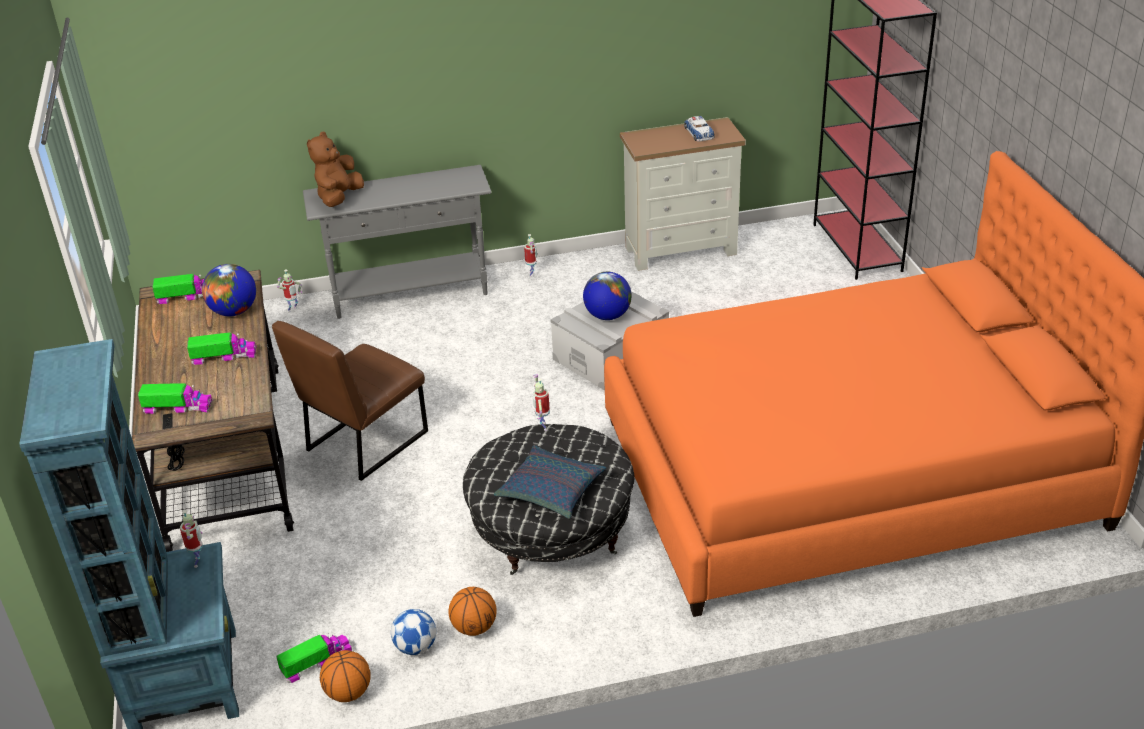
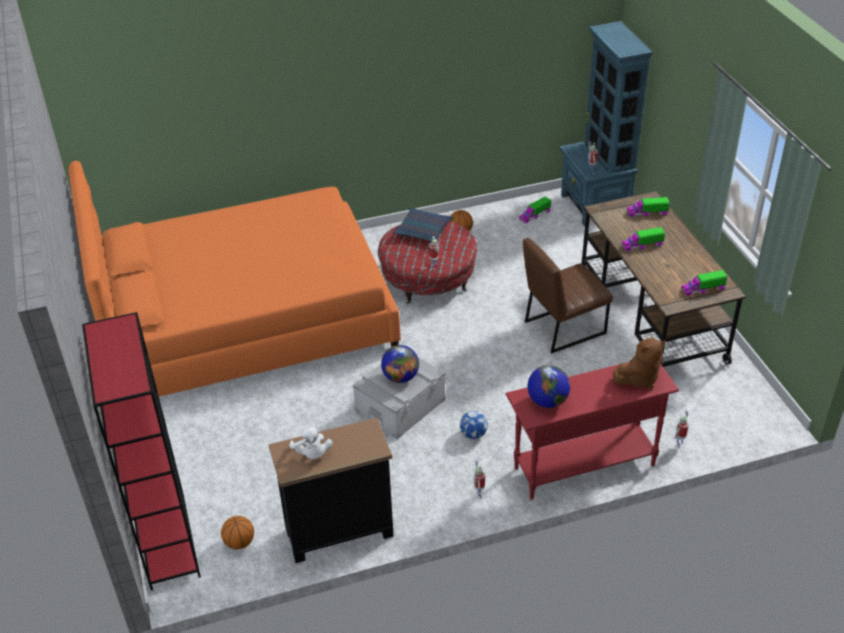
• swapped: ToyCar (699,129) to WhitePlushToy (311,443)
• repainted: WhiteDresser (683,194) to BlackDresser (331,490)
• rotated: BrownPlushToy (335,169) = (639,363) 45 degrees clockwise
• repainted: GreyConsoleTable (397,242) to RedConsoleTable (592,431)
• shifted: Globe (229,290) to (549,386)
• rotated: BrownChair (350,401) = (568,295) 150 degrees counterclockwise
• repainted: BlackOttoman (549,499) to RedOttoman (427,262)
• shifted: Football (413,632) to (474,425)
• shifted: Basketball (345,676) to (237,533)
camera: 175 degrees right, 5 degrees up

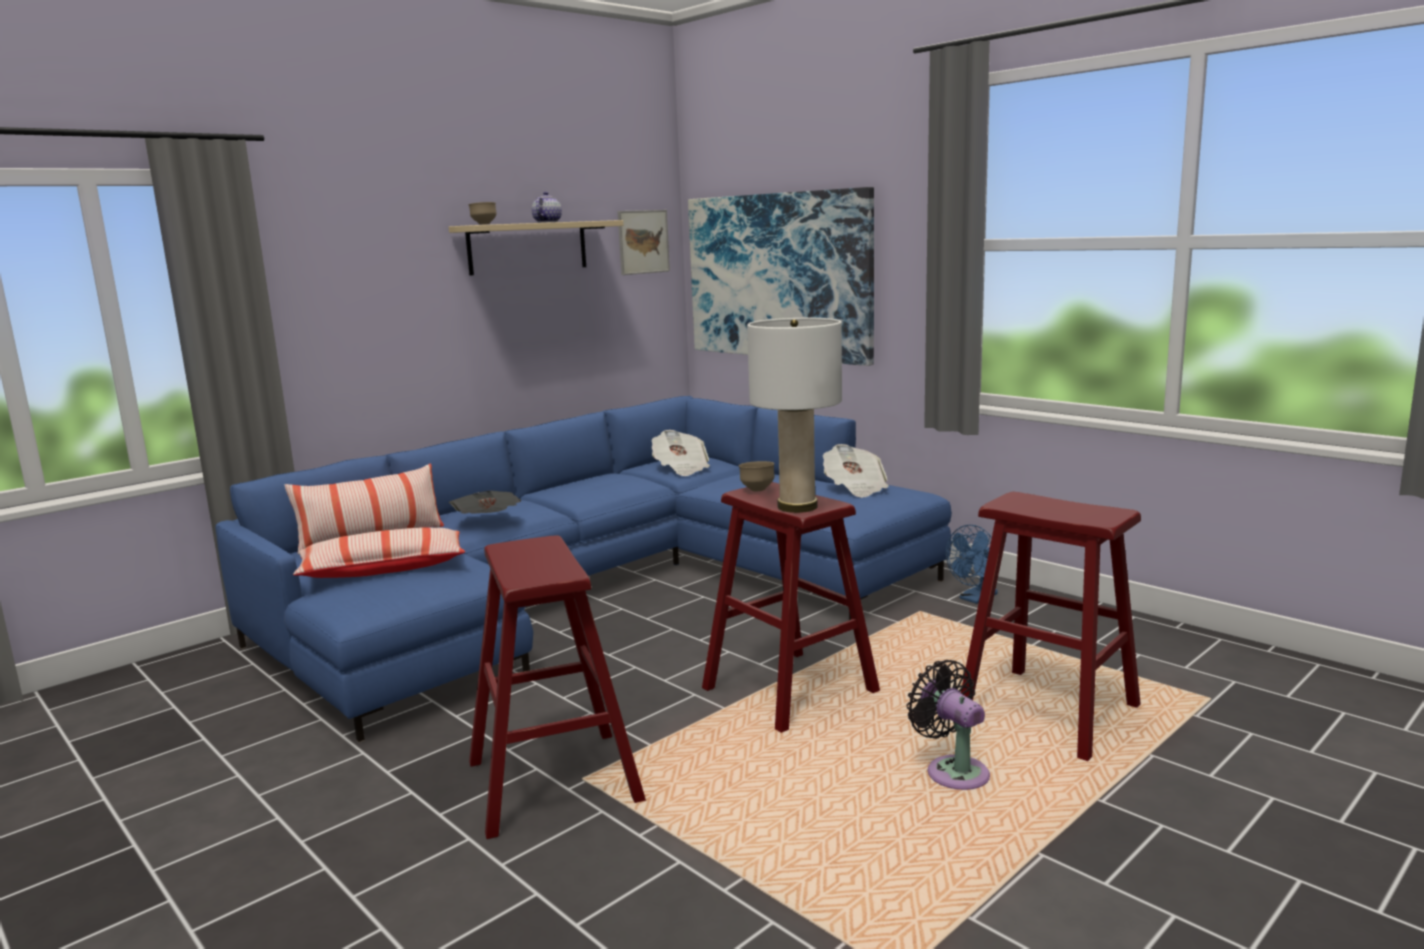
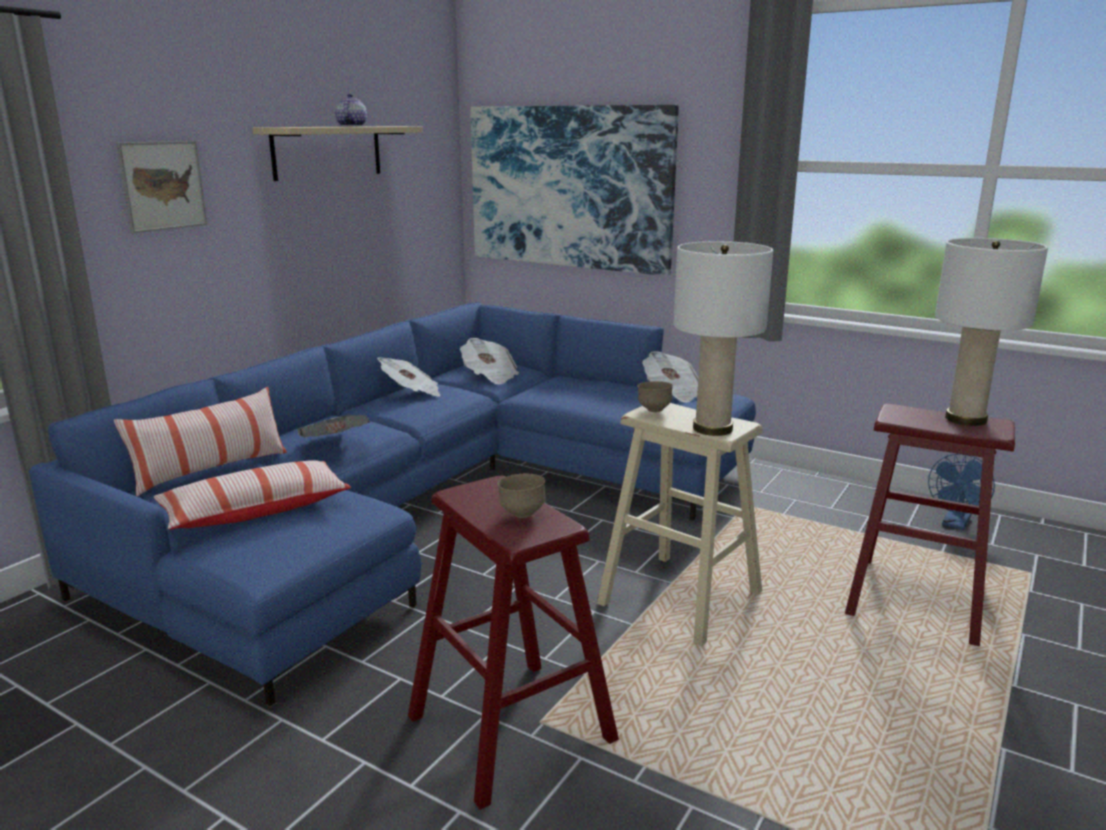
• shifted: BrownBowl (483,213) to (521,496)
• shifted: Picture (644,242) to (161,187)
• repainted: RedStool (791,607) to BeigeStool (680,524)
• shifted: BlueFan (972,564) to (961,492)
• gone: BlackFan (948,725)
• new: WhiteTableLamp (991,332)
• new: Newspaper (408,377)
camera: 15 degrees left, 5 degrees up

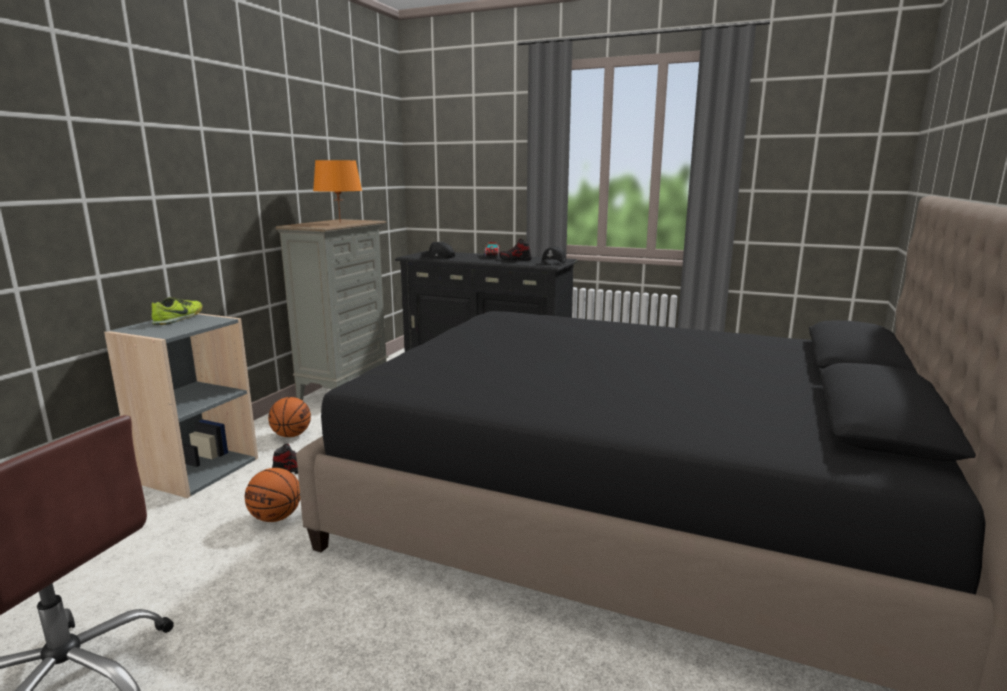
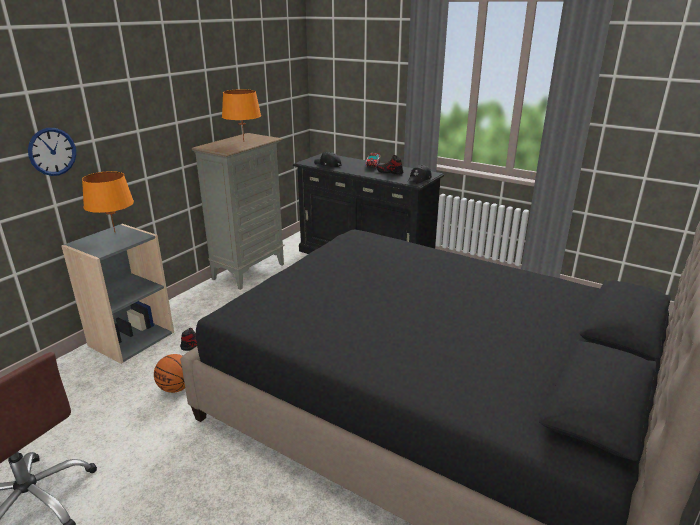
• swapped: Shoe (177,311) to OrangeTableLamp (108,201)
• gone: Basketball (289,417)
• new: WallClock (52,152)
camera: 10 degrees right, 10 degrees up

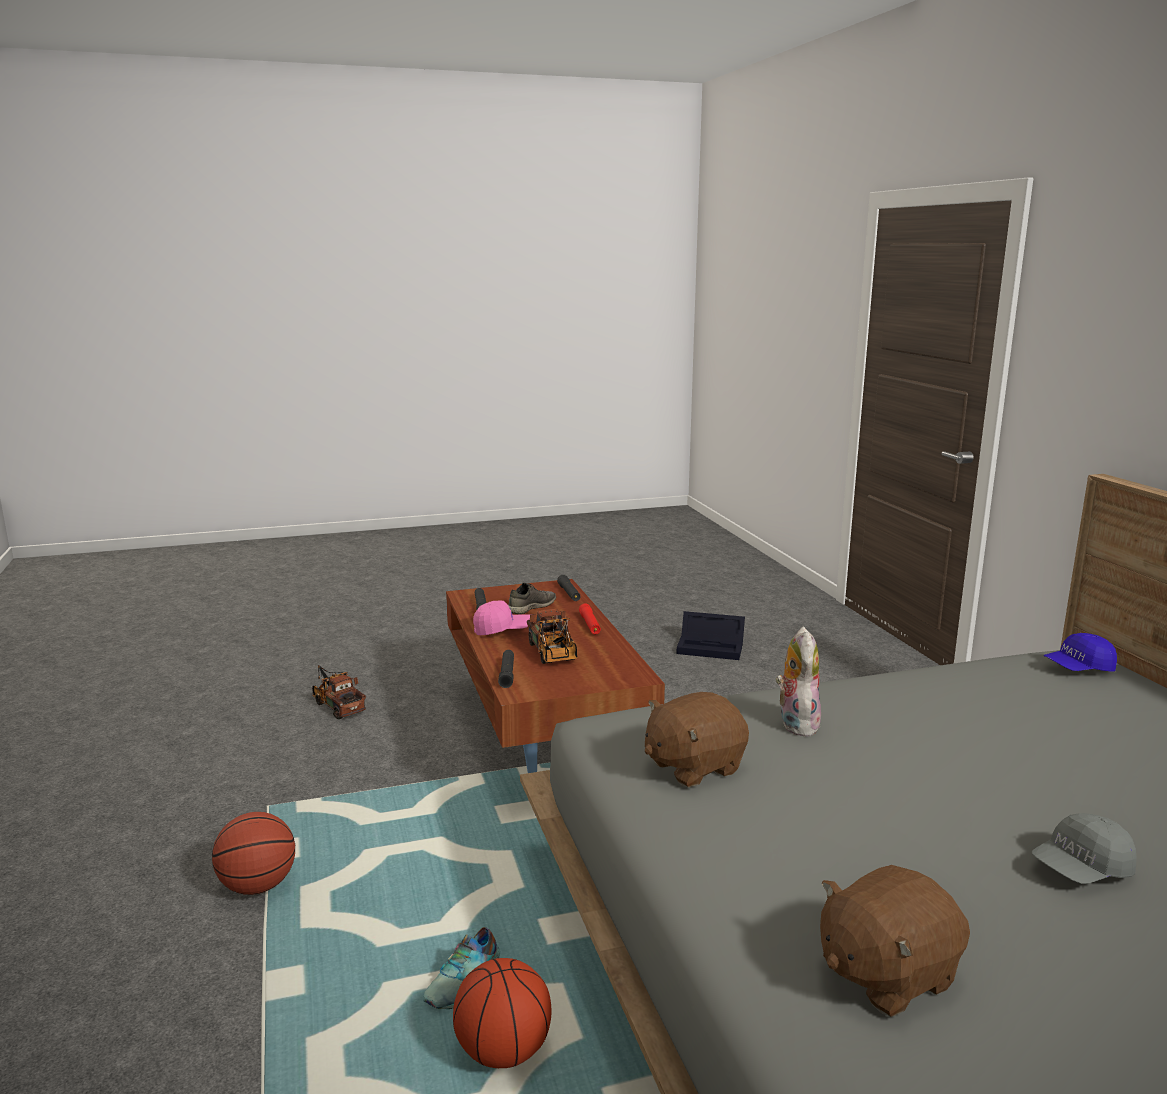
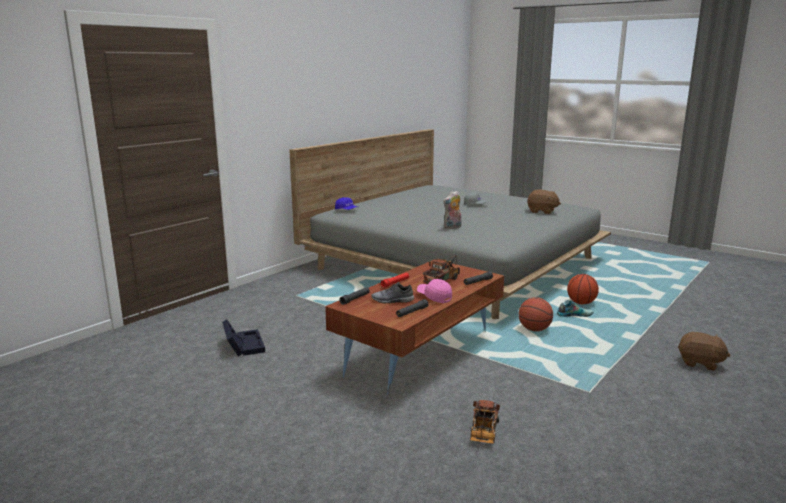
• shifted: BrownPlushToy (697,739) to (704,351)
• shifted: Basketball (253,853) to (536,314)
camera: 125 degrees left, 0 degrees up

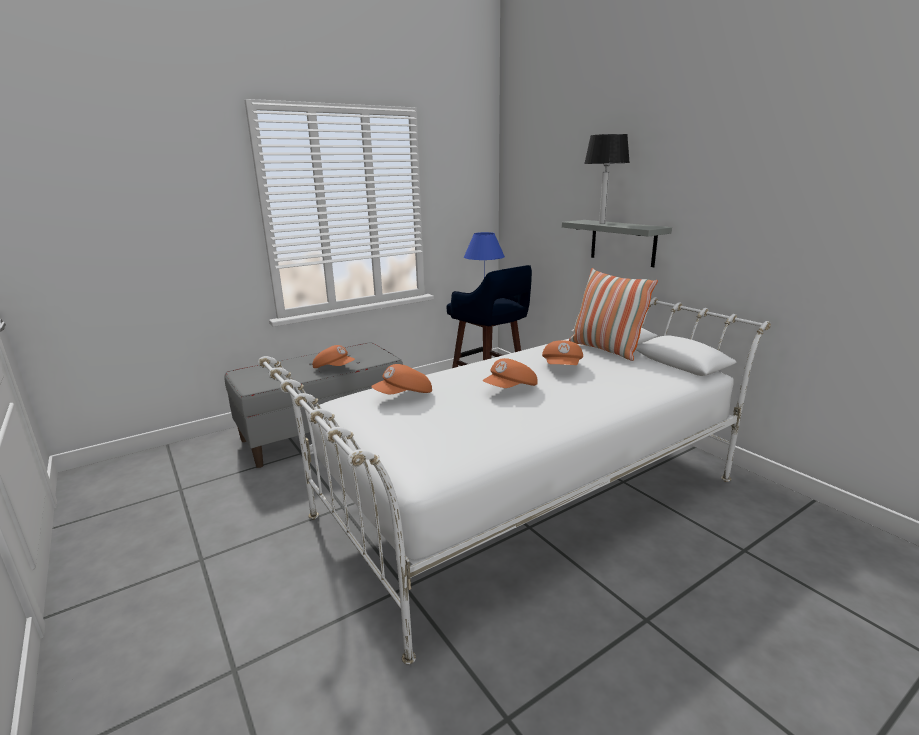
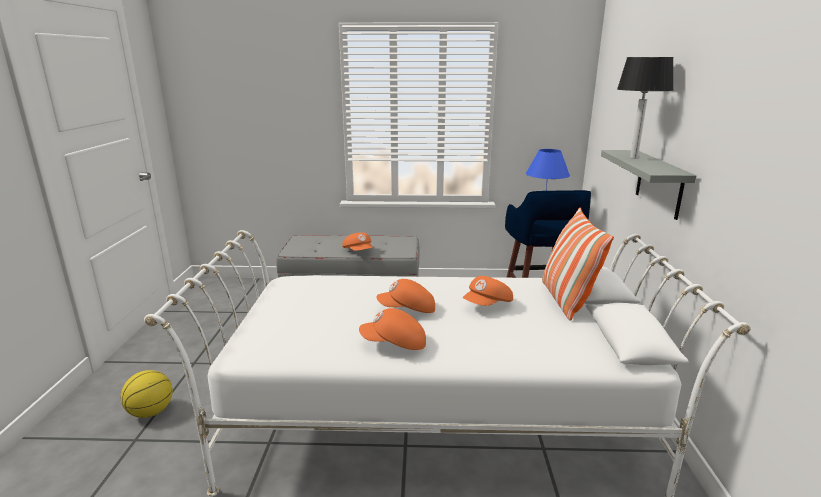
• shifted: OrangeCap (401,379) to (392,329)
• new: Basketball (146,394)
camera: 35 degrees right, 0 degrees up

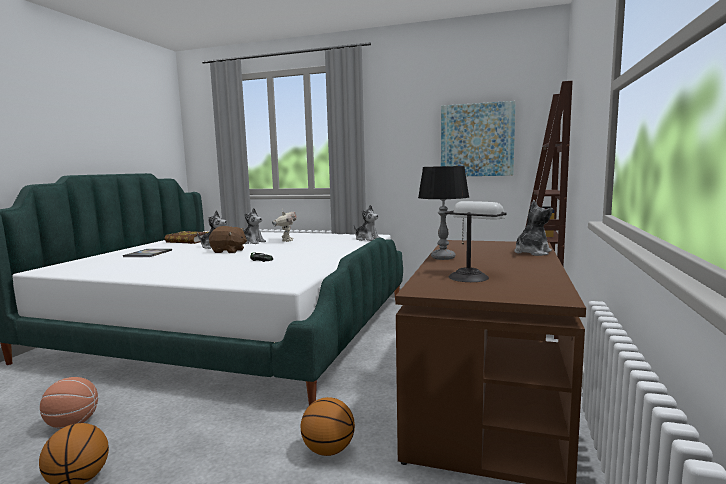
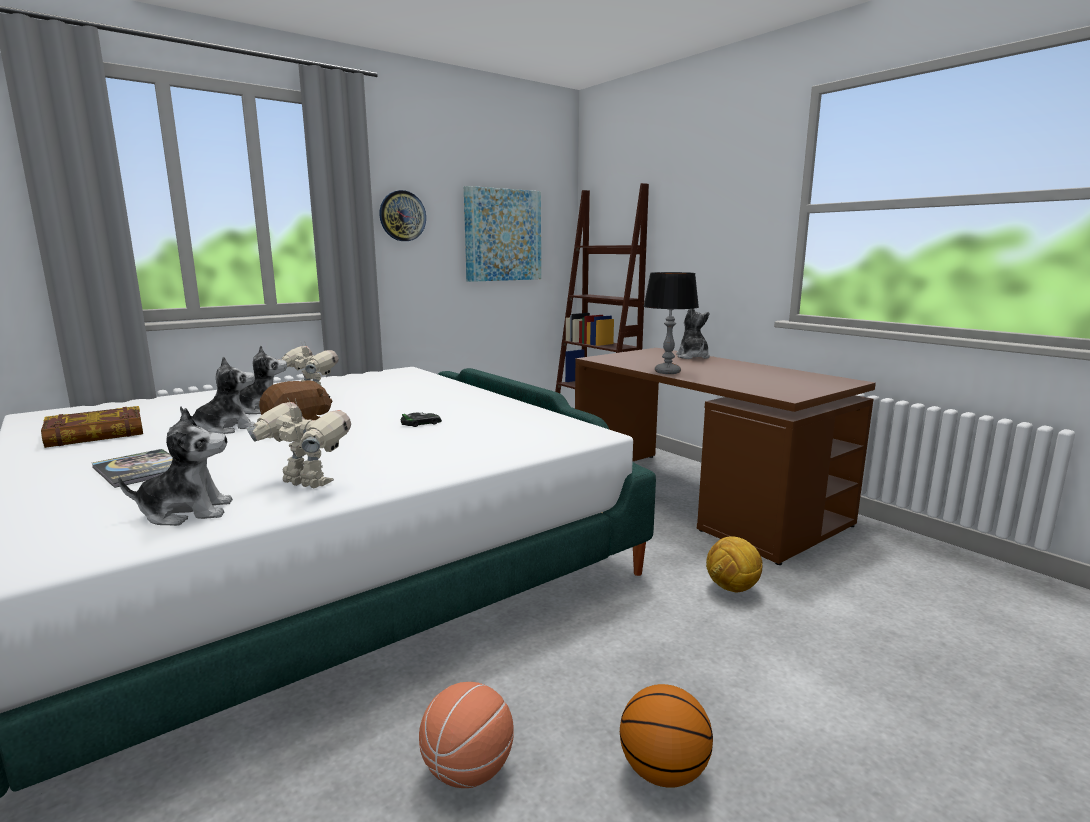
• gone: TableLamp (476,241)
• shifted: PlushToy (367,223) to (175,467)
• swapped: Basketball (328,426) to Football (734,564)
• new: WallClock (402,215)
• new: ToyRobot (298,443)
camera: 55 degrees left, 5 degrees up

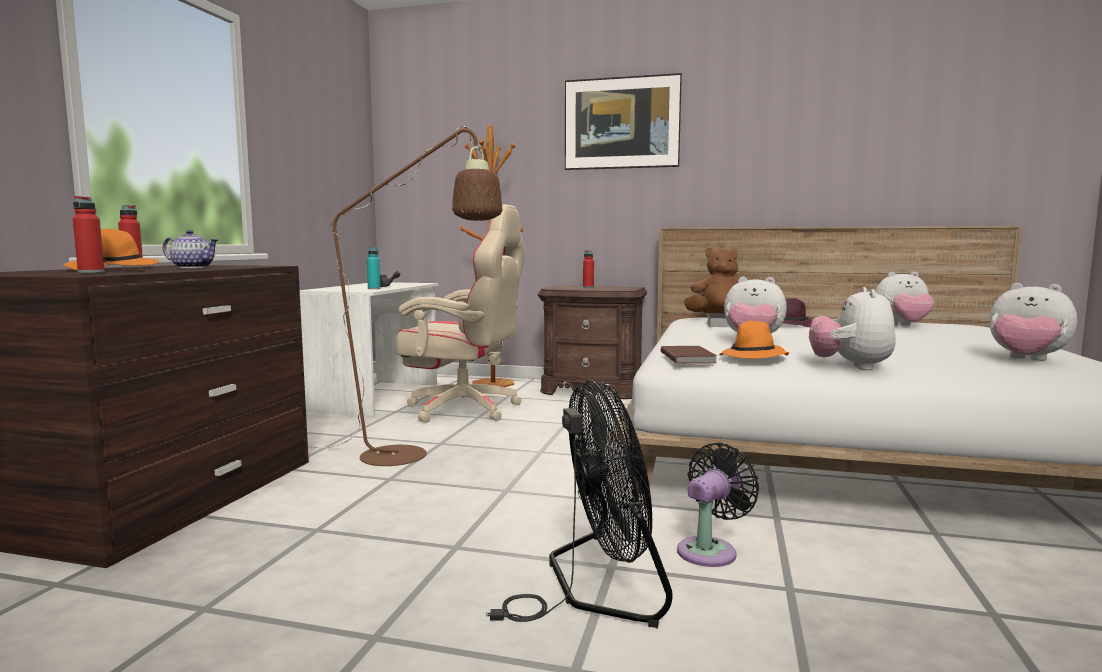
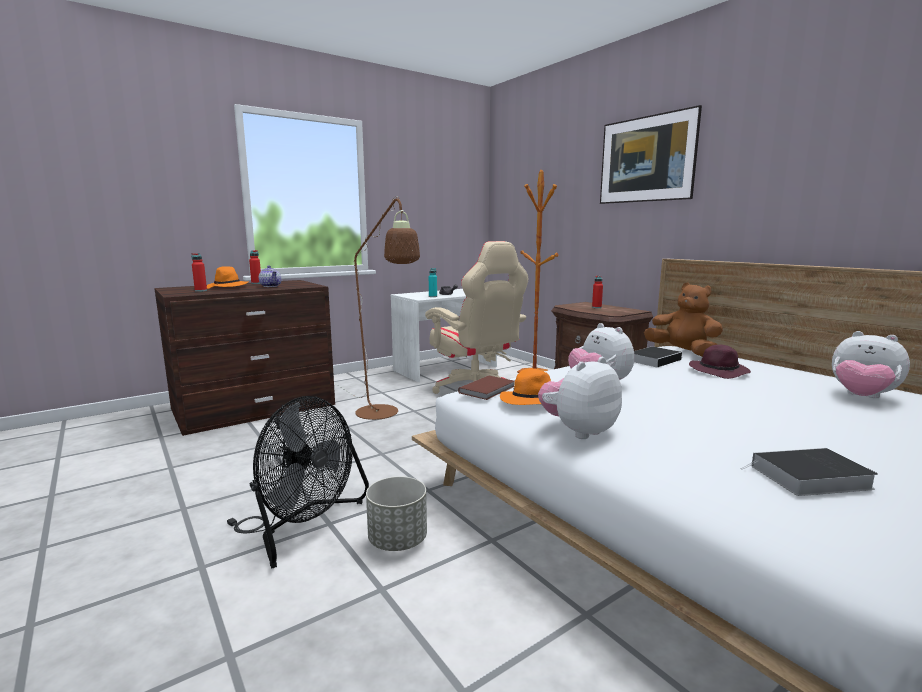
• swapped: PlushToy (1033,322) to Book (809,472)
• swapped: BlackFan (718,504) to GreyPlanter (396,513)
camera: 40 degrees right, 5 degrees up

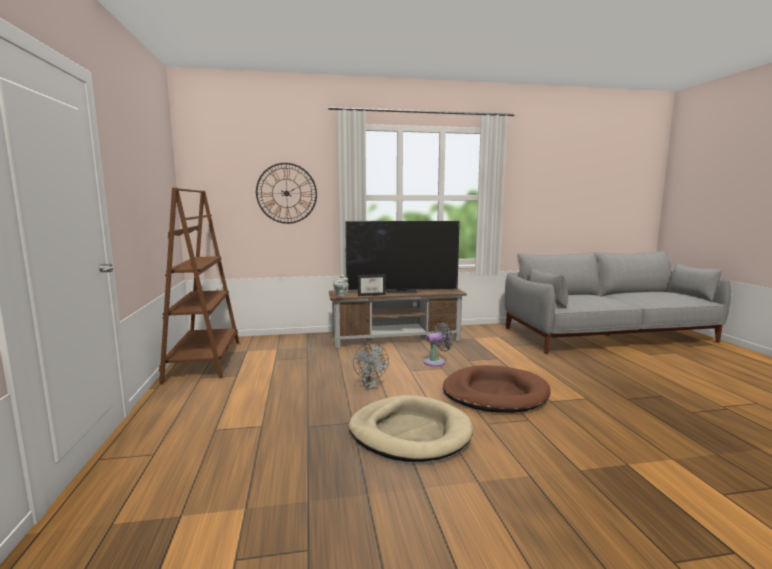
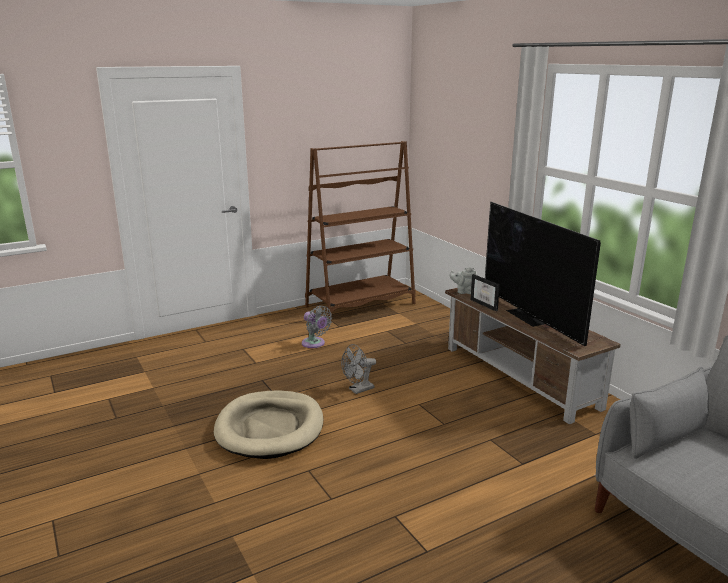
• gone: WallClock (286,193)
• shifted: GreyFan (438,345) to (317,327)
• gone: BrownDogBed (496,389)
camera: 70 degrees right, 10 degrees up

